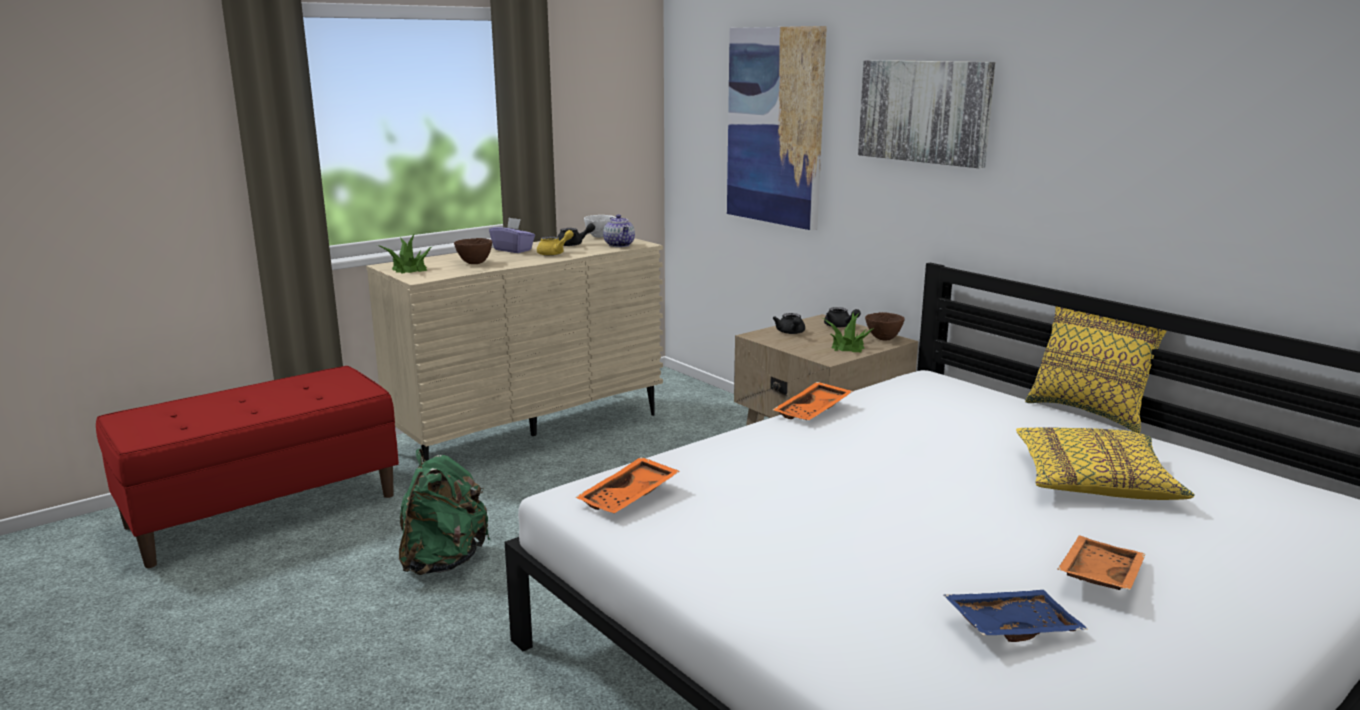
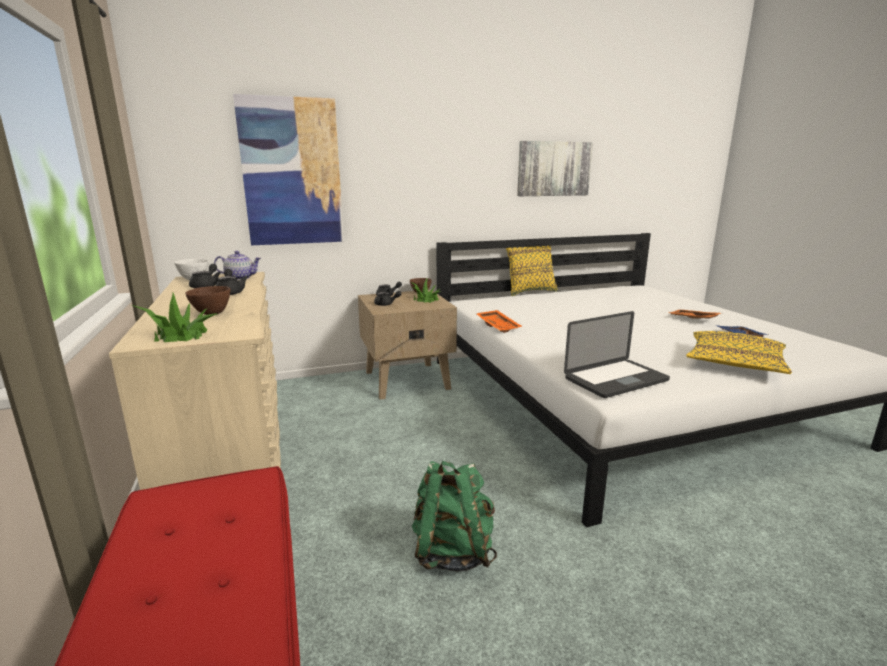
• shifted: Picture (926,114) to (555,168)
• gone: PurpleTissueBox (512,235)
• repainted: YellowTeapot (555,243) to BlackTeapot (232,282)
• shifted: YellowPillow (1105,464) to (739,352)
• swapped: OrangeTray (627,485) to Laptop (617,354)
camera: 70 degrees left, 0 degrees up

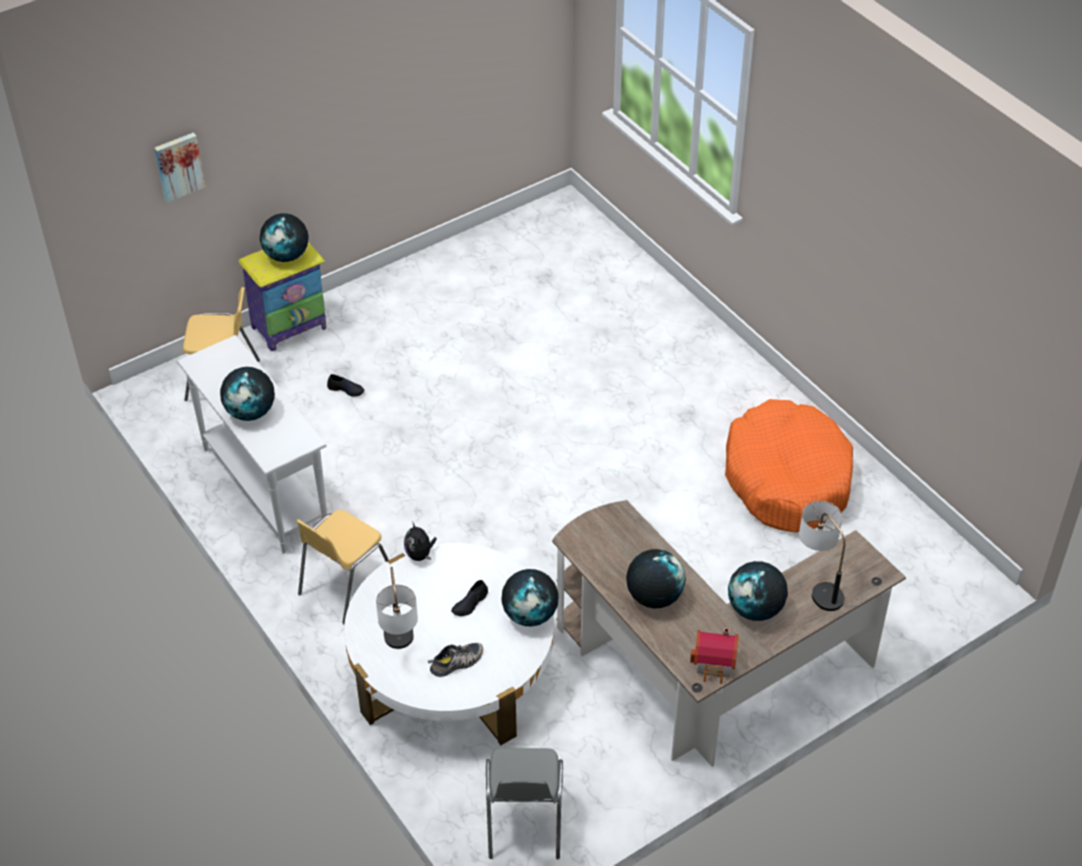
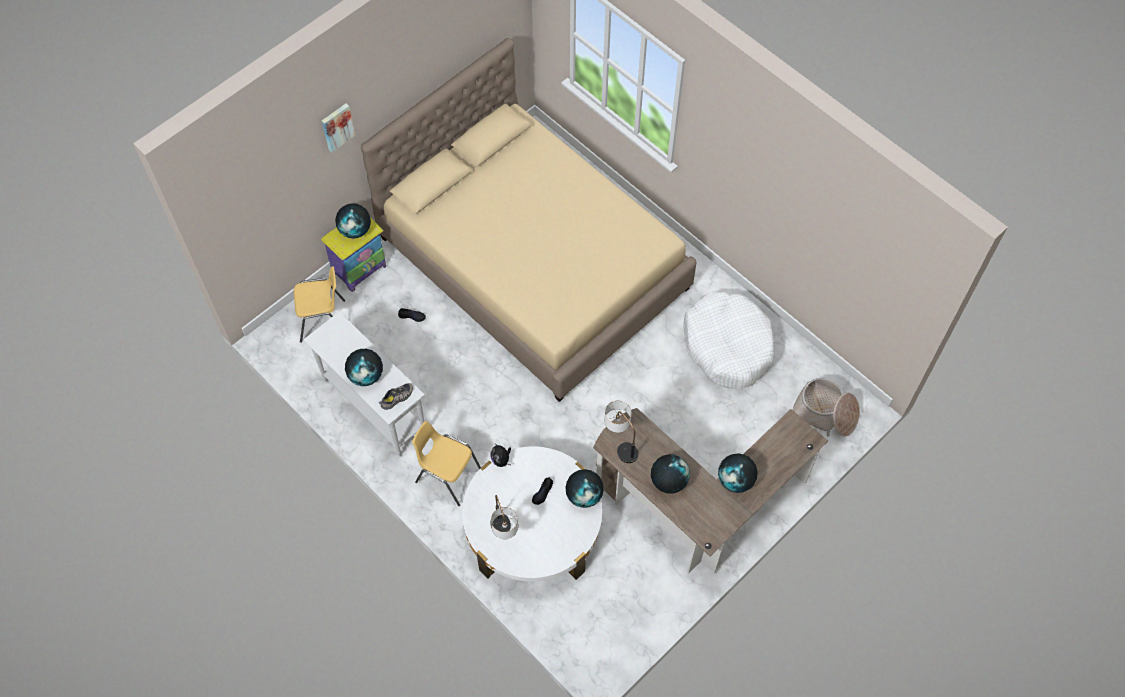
• shifted: Picture (179,167) to (339,128)
• repainted: OrangeDogBed (789,466) to WhiteDogBed (728,340)
• shifted: TableLamp (822,556) to (622,431)
• rotated: YellowChair (342,567) = (446,463) 90 degrees clockwise
• gone: ToyHouse (714,656)
• shifted: Shoe (455,660) to (396,396)
• gone: GreyChair (524,803)
• new: BeigeBed (529,220)
• new: Basket (826,407)
camera: 10 degrees left, 15 degrees up

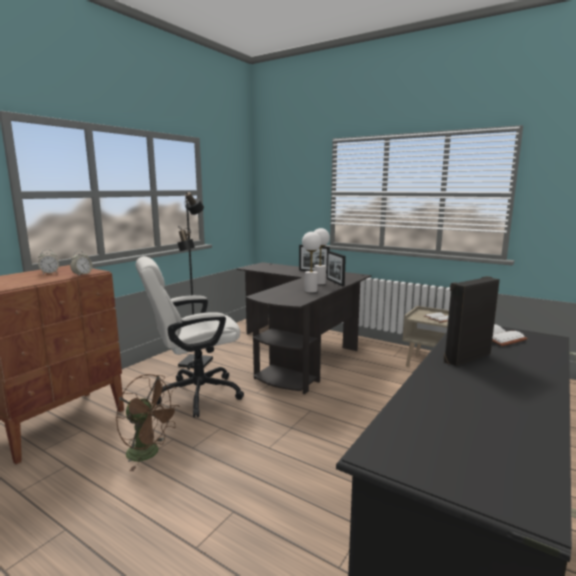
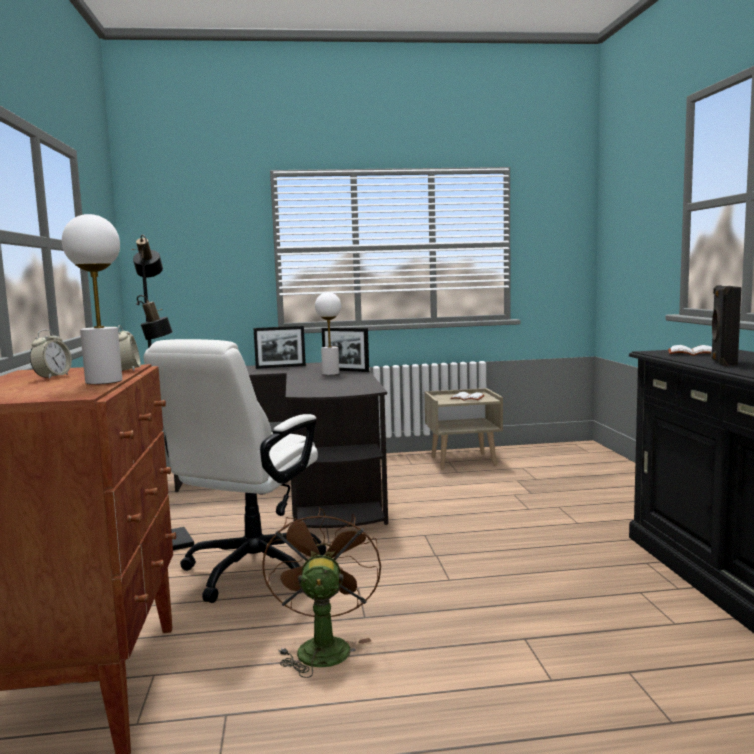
• shifted: WhiteTableLamp (311,262) to (92,299)
• rotated: BrownFan (148,422) = (321,592) 75 degrees counterclockwise
camera: 40 degrees left, 5 degrees down

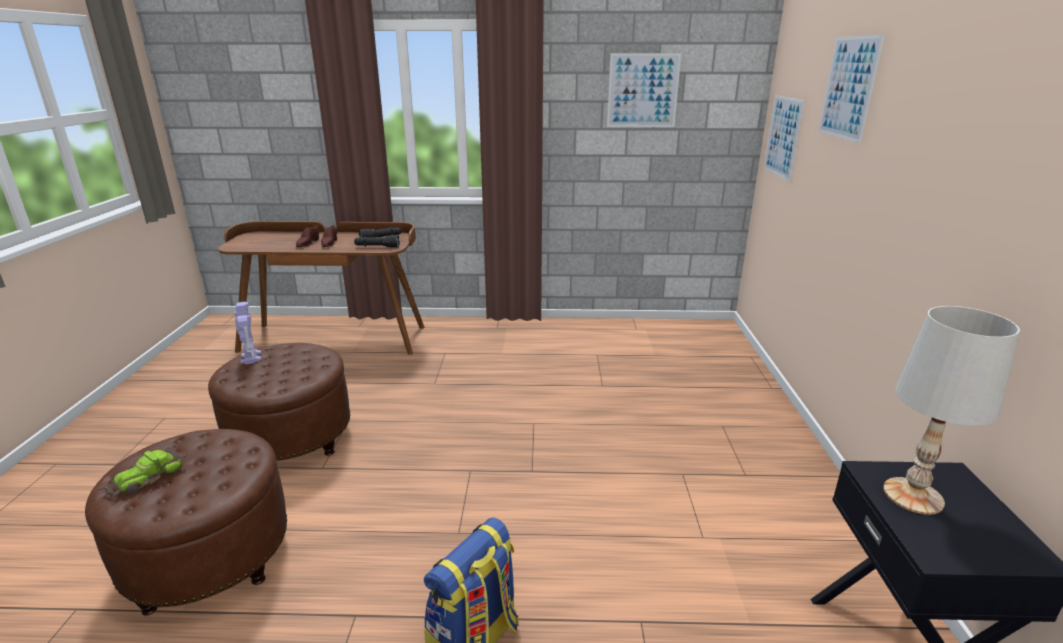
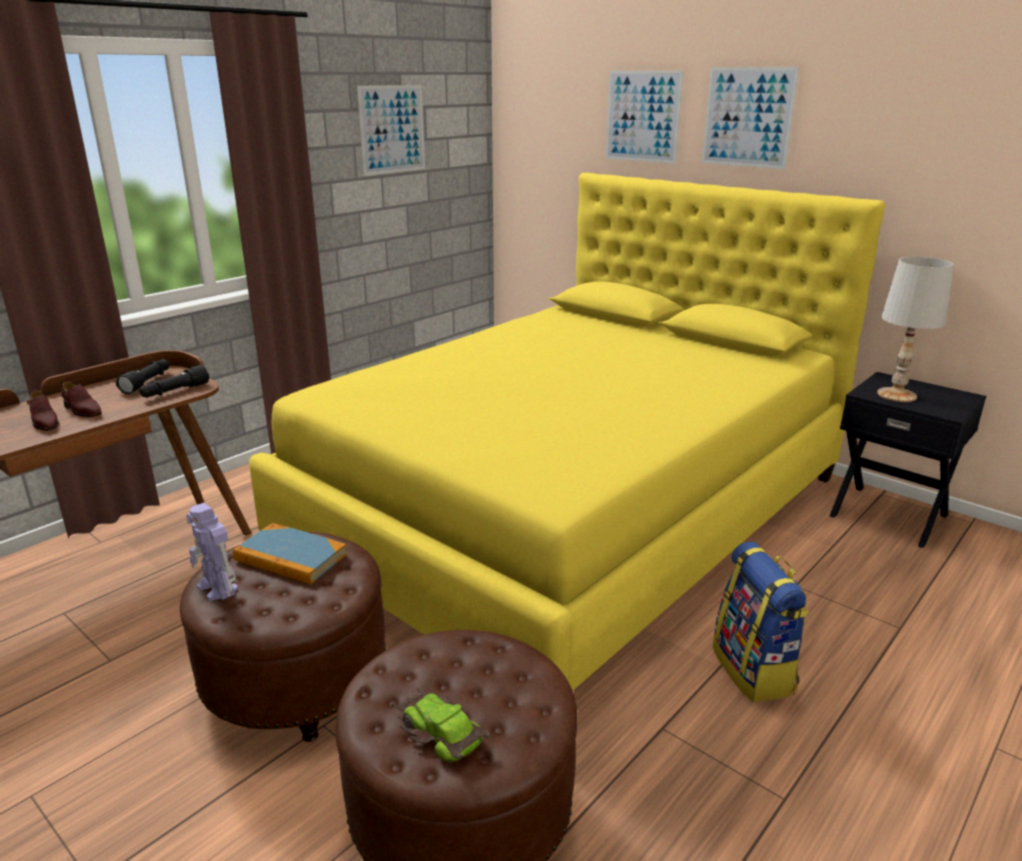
• shifted: Picture (784,138) to (750,118)
• rotated: ToyRobot (248,333) = (212,552) 150 degrees counterclockwise
• rotated: ToyCar (142,472) = (441,725) 150 degrees clockwise
• new: YellowBed (567,431)
• new: Book (290,553)
camera: 50 degrees left, 0 degrees up

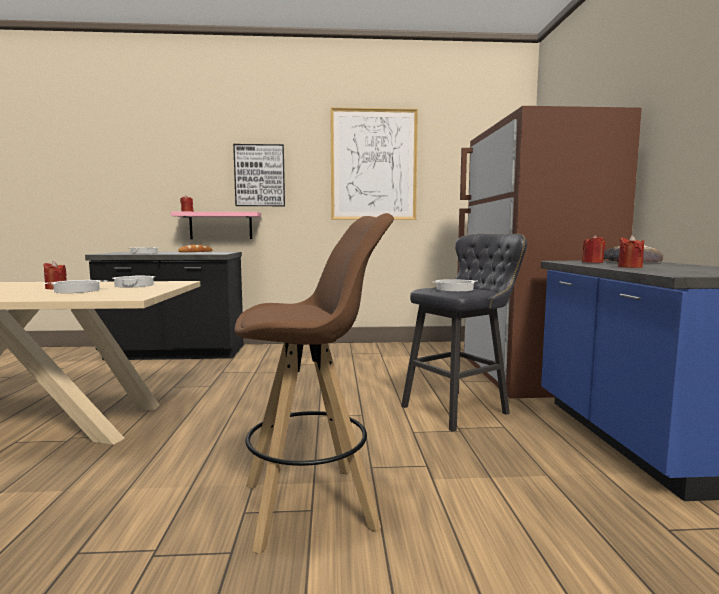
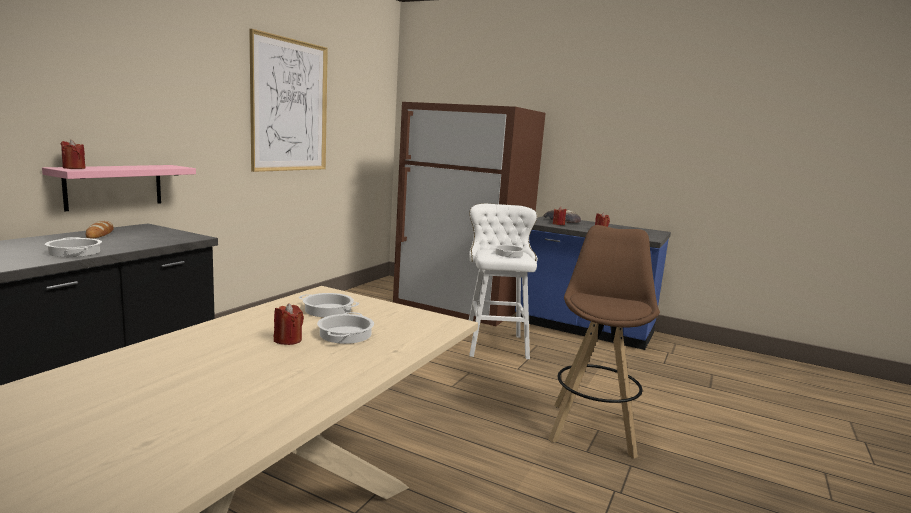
• gone: Picture (259,175)
• repainted: BlackStool (464,332) to WhiteStool (503,281)
camera: 60 degrees left, 5 degrees up

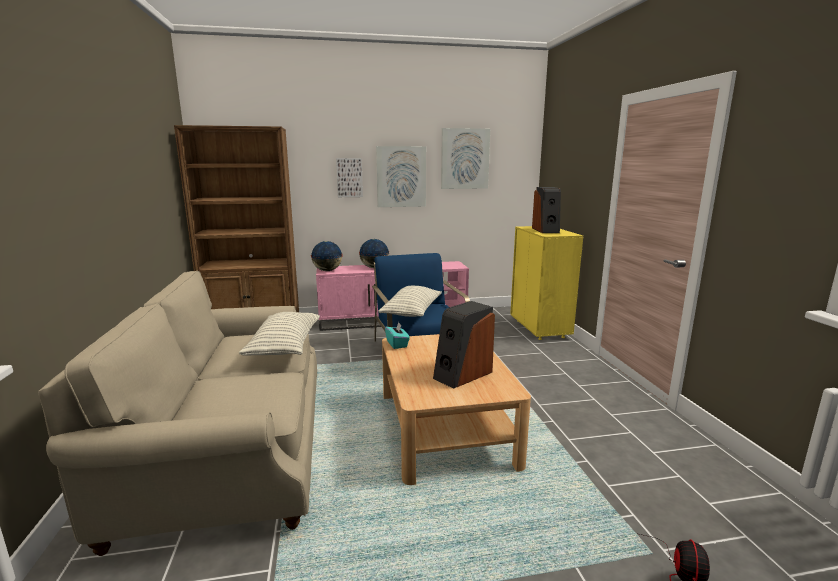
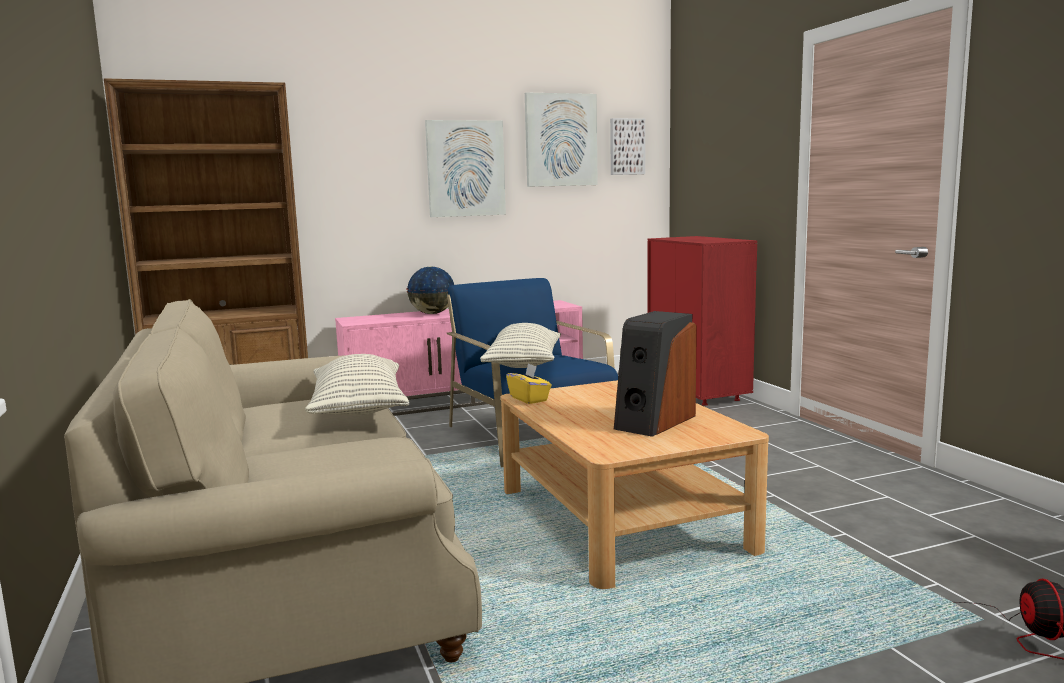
• shifted: Picture (349,177) to (627,146)
• gone: Speaker (546,210)
• repainted: YellowCabinet (546,283) to RedCabinet (702,321)
• gone: Globe (327,256)
• repainted: TurquoiseTissueBox (397,335) to YellowTissueBox (529,383)
camera: 10 degrees left, 5 degrees down

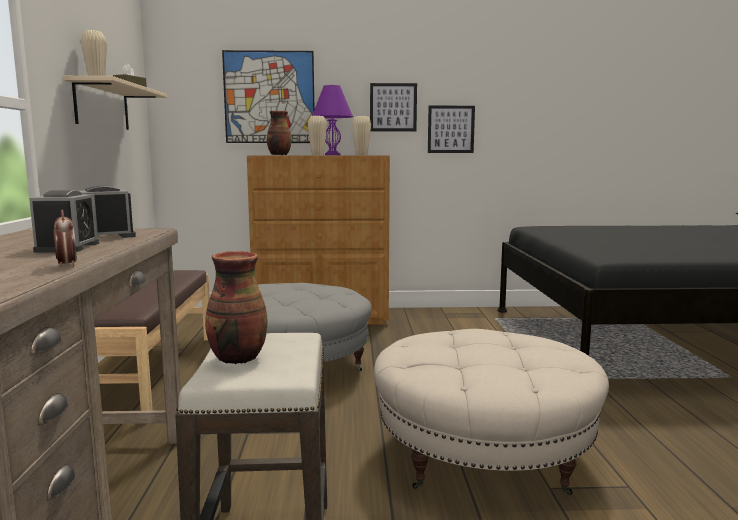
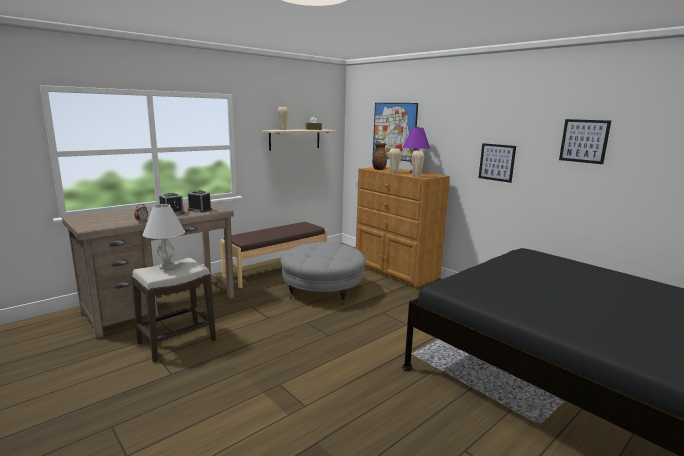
• shifted: Picture (393,107) to (585,141)
• swapped: Vase (236,307) to WhiteTableLamp (164,236)
• gone: BeigeOttoman (491,412)
camera: 50 degrees right, 5 degrees up

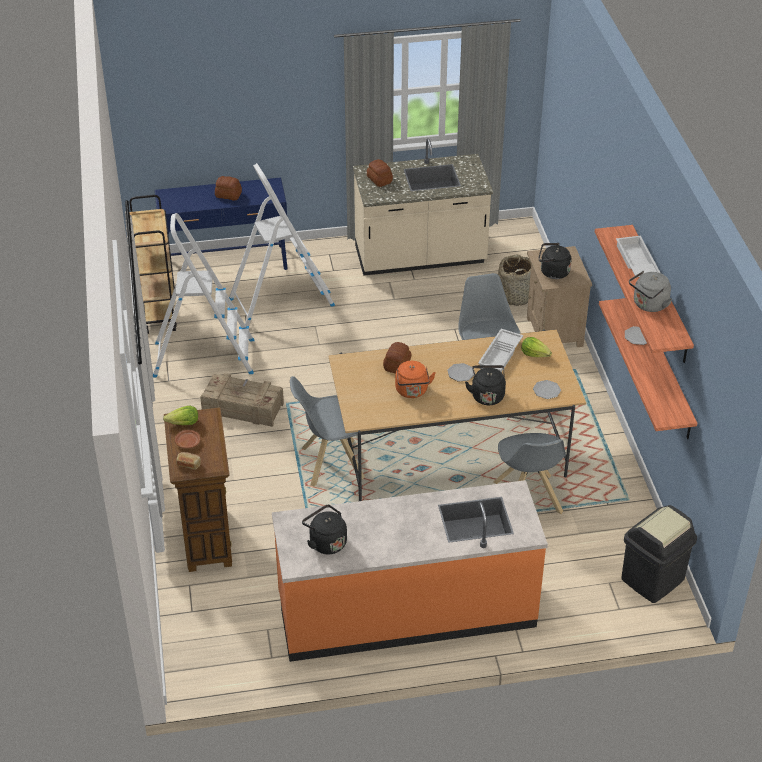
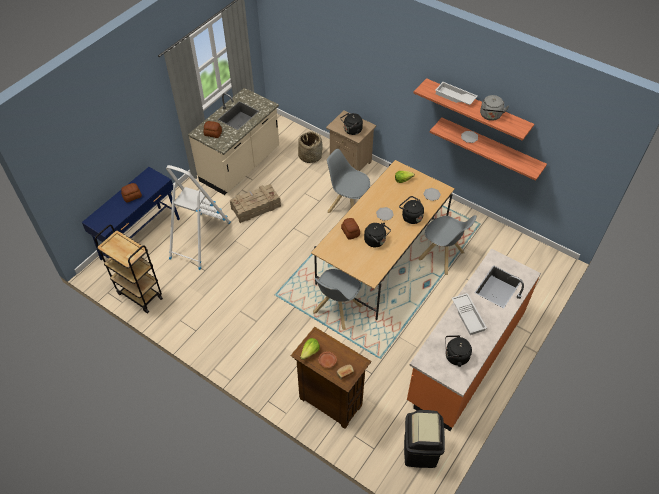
• gone: WhiteStepLadder (203,295)
• shifted: WhiteTray (500,350) to (469,314)
• repainted: OrangeKettle (415,379) to BlackKettle (377,235)
• shifted: Crate (242,400) to (255,203)
• shifted: BlackTrashCan (659,554) to (424,439)
camera: 45 degrees left, 10 degrees up

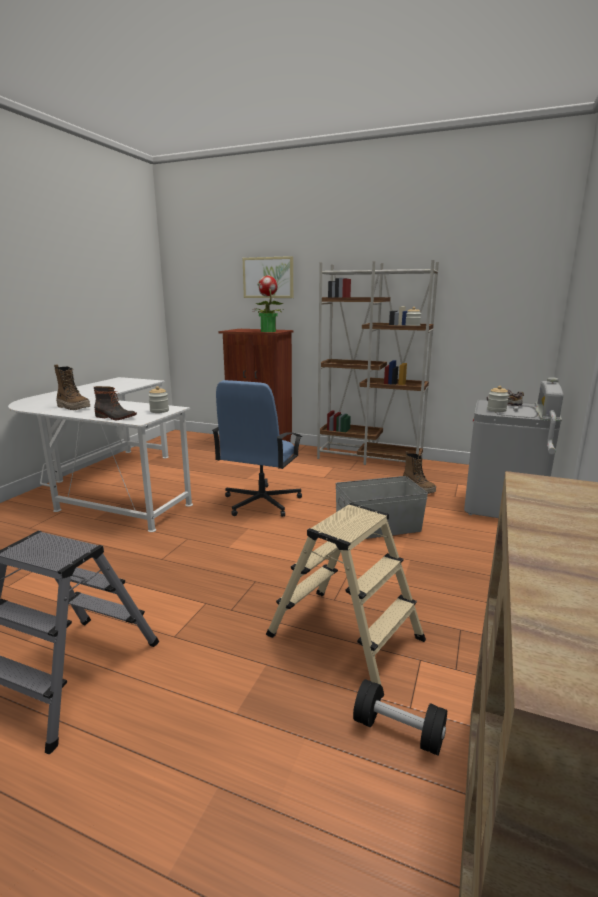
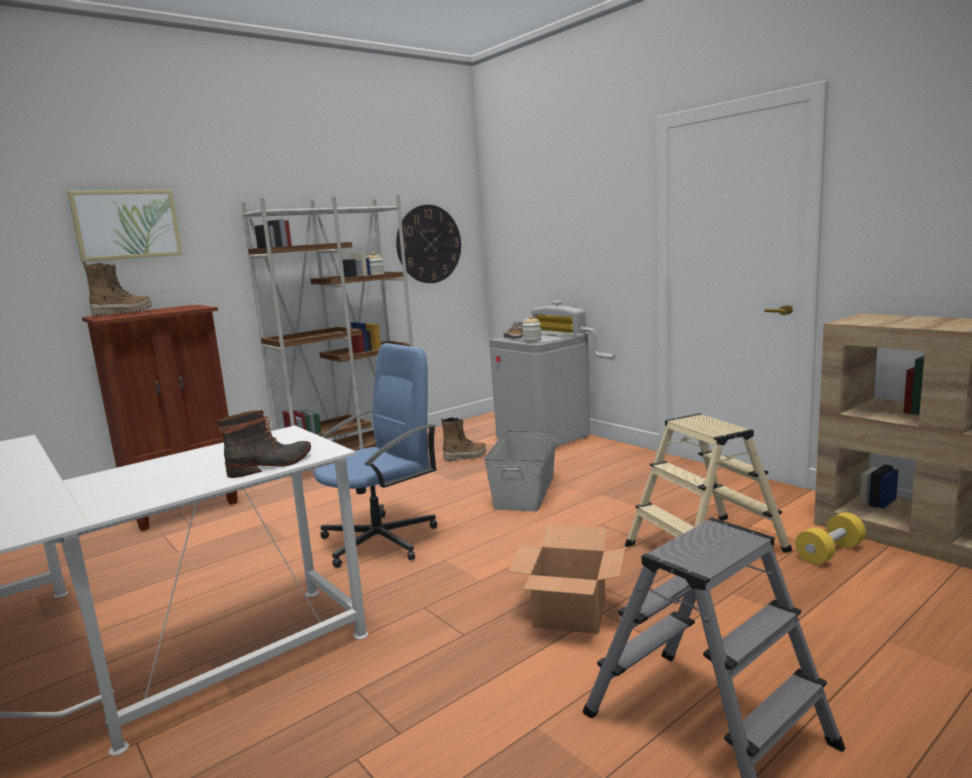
• gone: PottedPlant (269,304)
• shifted: Boot (72,387) to (117,289)
• rotated: BlueOfficeChair (257,448) = (375,455) 90 degrees counterclockwise
• gone: Jar (158,399)
• repainted: BlackDumbbell (400,717) to YellowDumbbell (830,538)
• new: WallClock (428,244)
• new: CardboardBox (566,579)
camera: 60 degrees left, 5 degrees down

